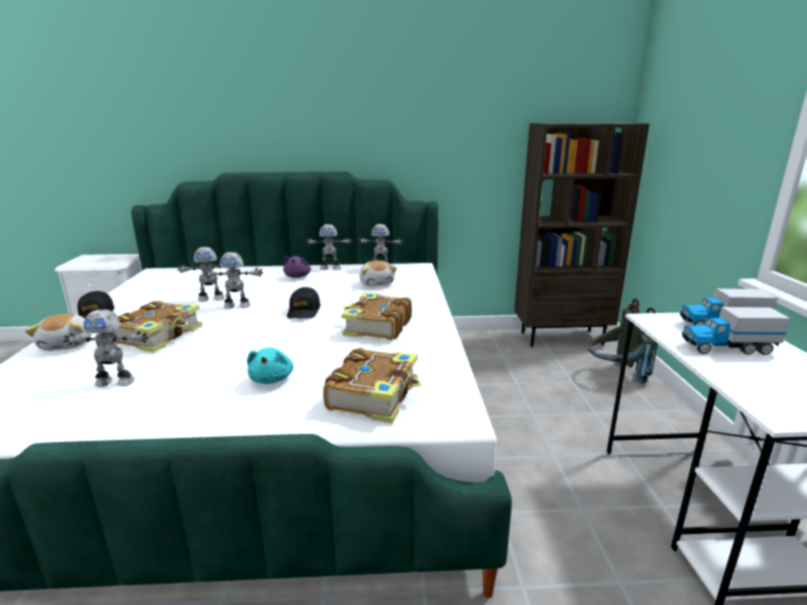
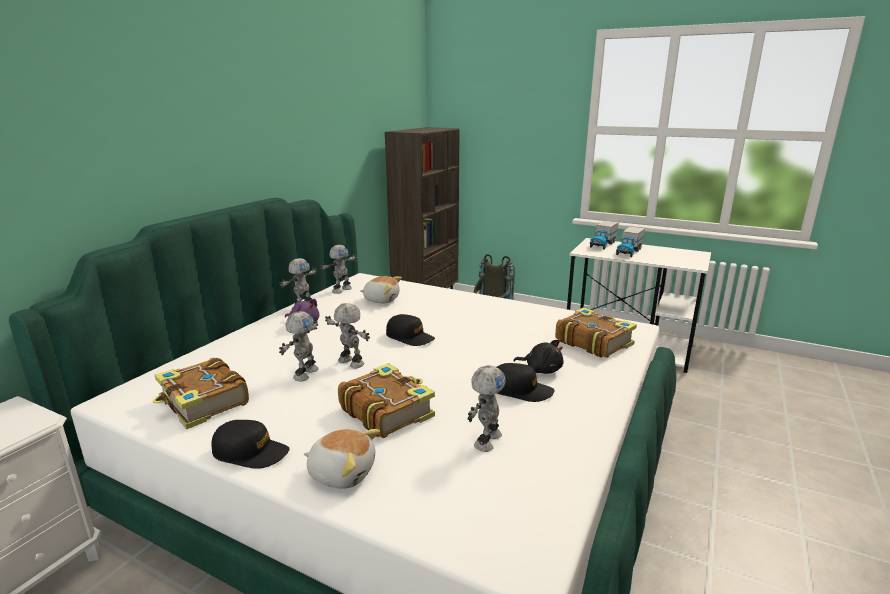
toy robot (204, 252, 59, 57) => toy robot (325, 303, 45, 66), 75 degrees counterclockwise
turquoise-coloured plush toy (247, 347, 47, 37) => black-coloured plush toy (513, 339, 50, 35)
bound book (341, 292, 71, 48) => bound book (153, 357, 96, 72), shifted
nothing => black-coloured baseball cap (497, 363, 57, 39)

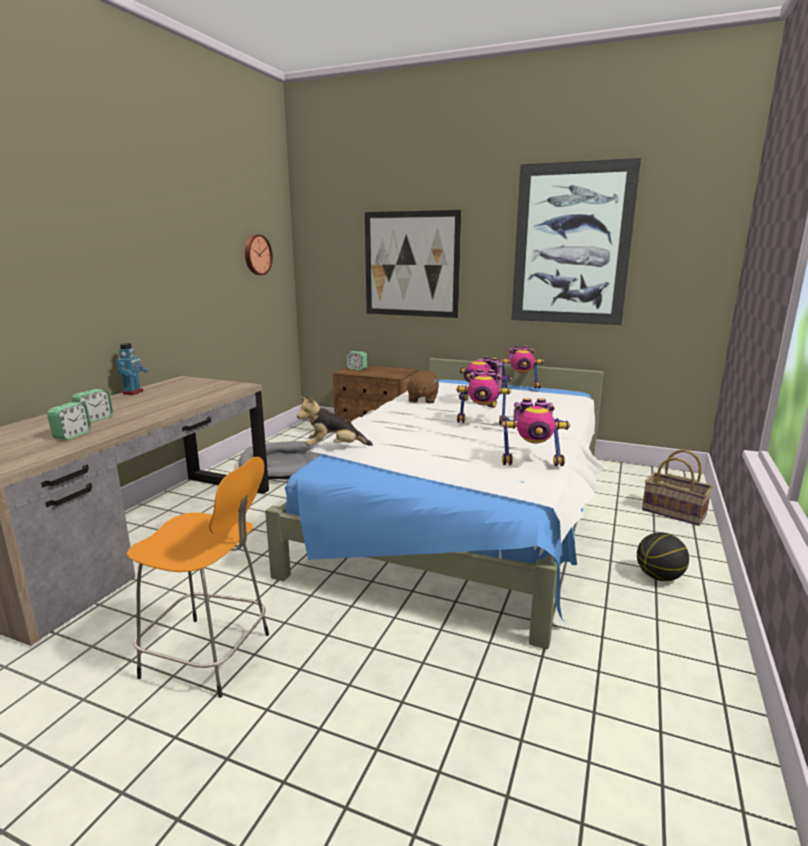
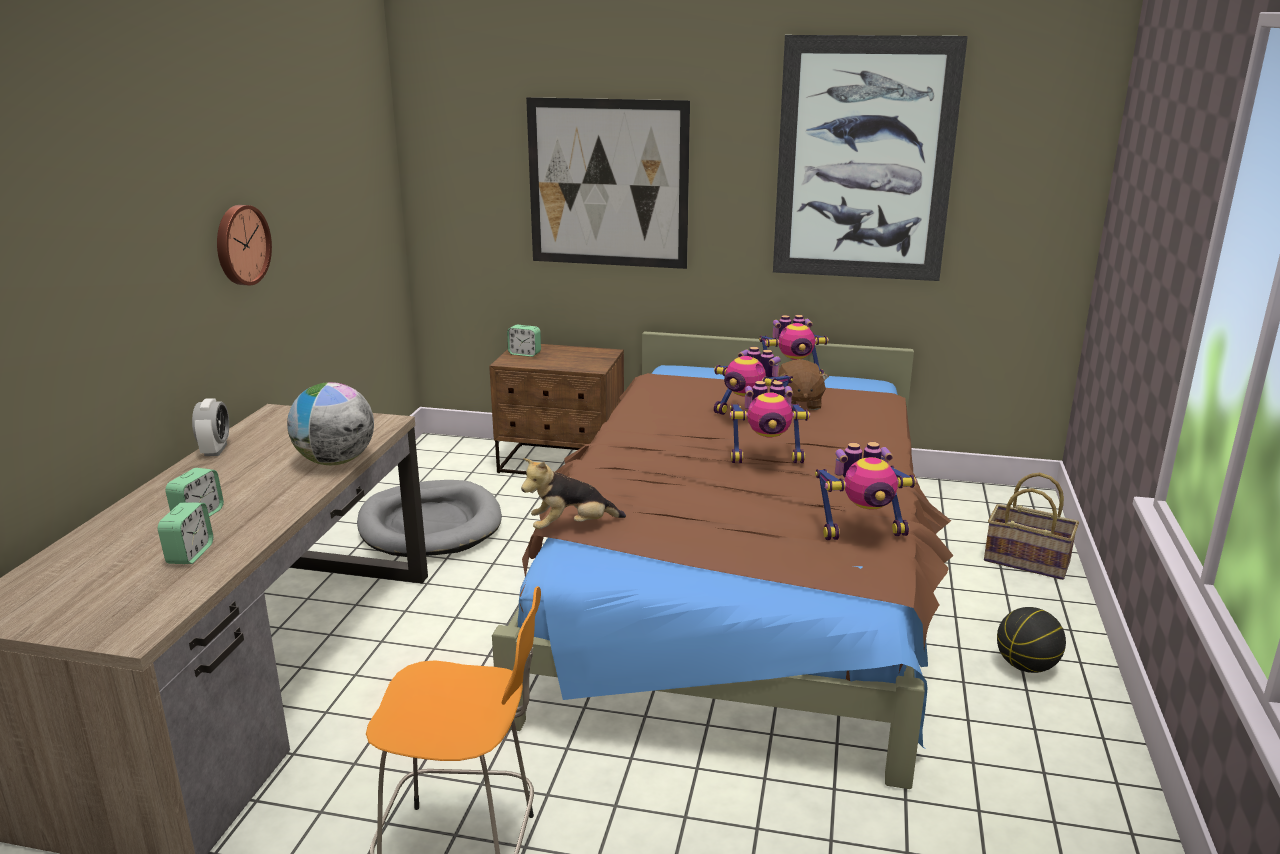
toy robot (116, 343, 32, 52) => alarm clock (192, 398, 37, 58)
wall clock (245, 234, 28, 41) => wall clock (217, 205, 55, 80), shifted
whitish sleeping bed (265, 358, 342, 291) => brown-coloured sleeping bed (492, 331, 462, 458)
brown-coloured plush toy (405, 370, 34, 33) => brown-coloured plush toy (778, 359, 51, 51), shifted
nothing => globe (287, 382, 87, 83)

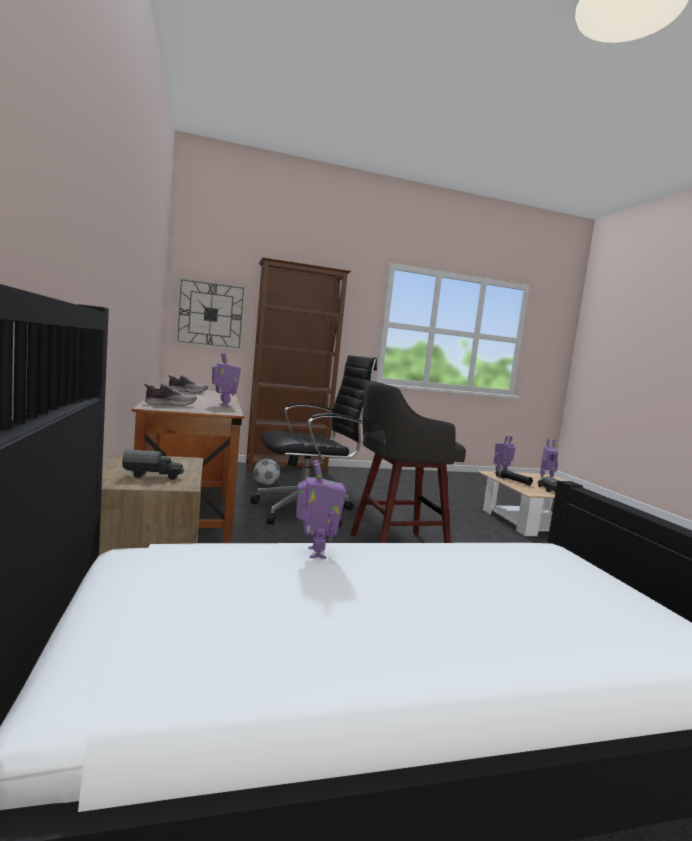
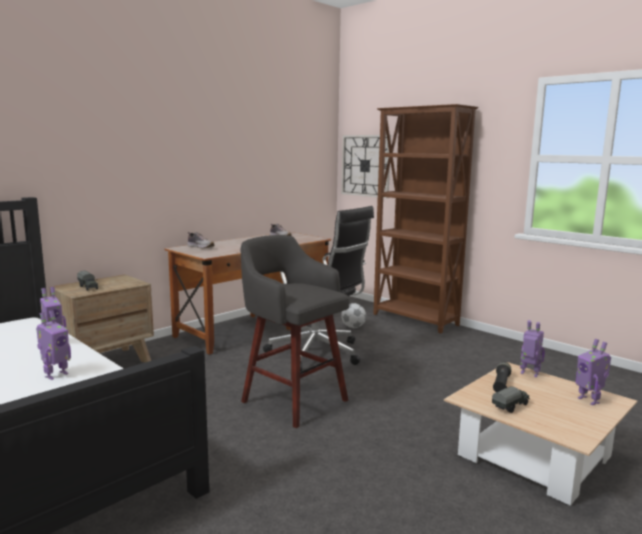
toy robot (212, 353, 29, 54) => toy robot (36, 310, 35, 70), shifted

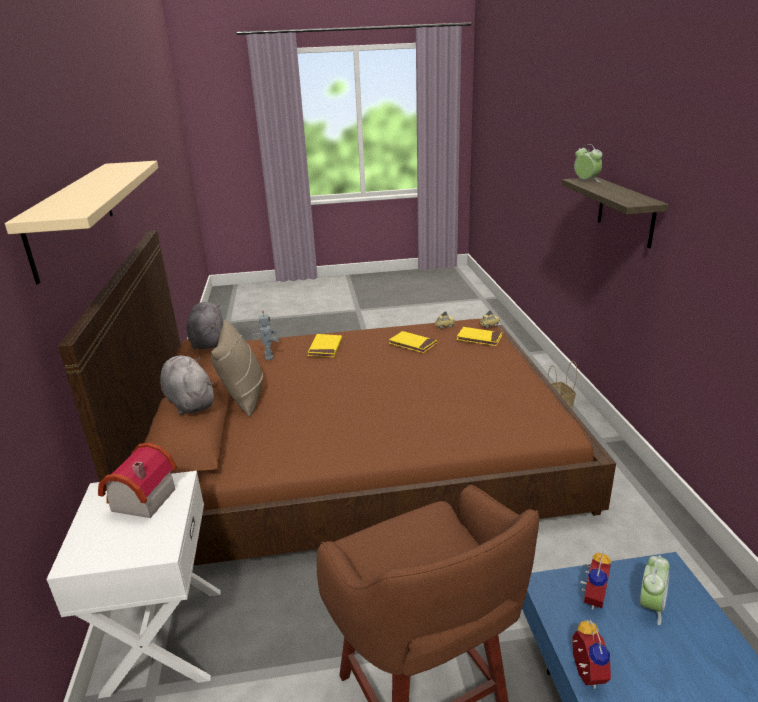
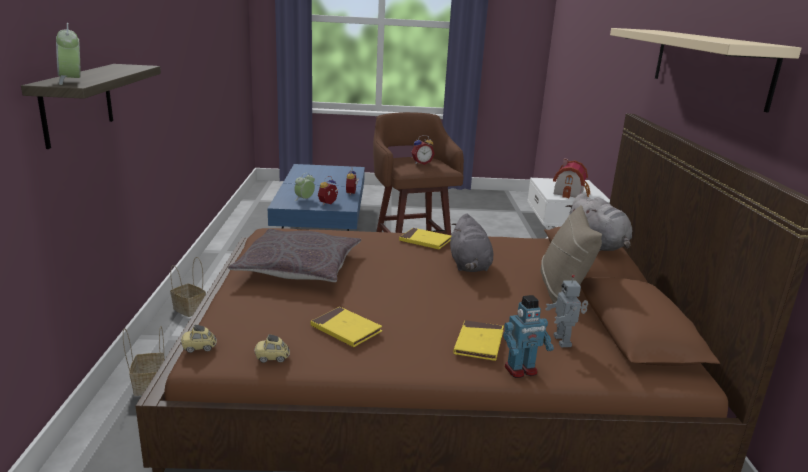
gray plush toy (187, 302, 36, 47) => gray plush toy (450, 214, 43, 58), shifted
yellow bound book (456, 327, 46, 19) => yellow bound book (399, 228, 52, 21), shifted
nothing => basket (170, 257, 36, 60)
nothing => gray cushion (228, 229, 133, 53)
nothing => alarm clock (411, 135, 24, 30)
nothing => toy robot (503, 295, 51, 83)

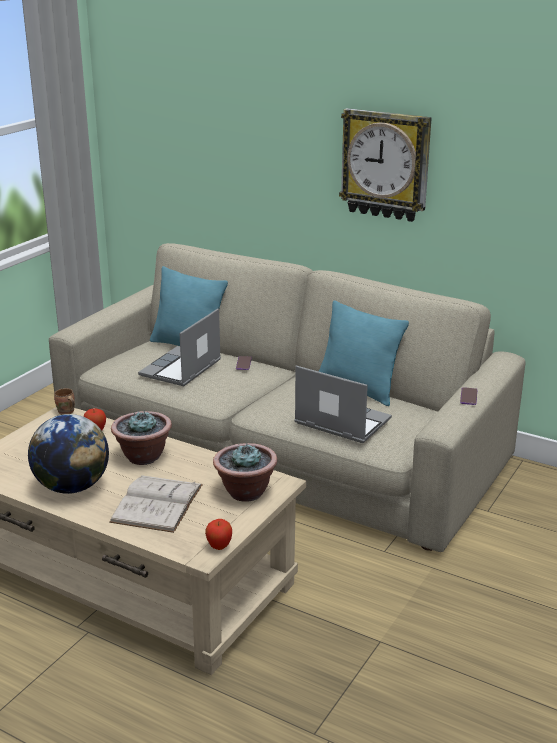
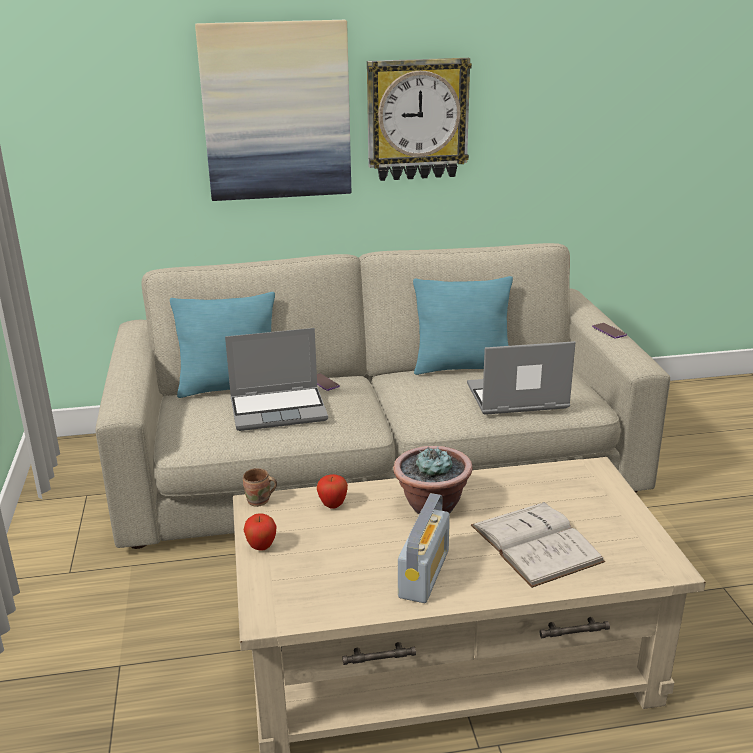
globe (28, 414, 81, 80) => radio set (398, 493, 52, 110)
notebook computer (138, 308, 83, 78) => notebook computer (225, 328, 103, 103), 90 degrees counterclockwise
apple fruit (205, 519, 27, 31) => apple fruit (244, 513, 33, 37), shifted
potted plant (213, 443, 64, 59) => nothing
nothing => picture (195, 20, 156, 181)

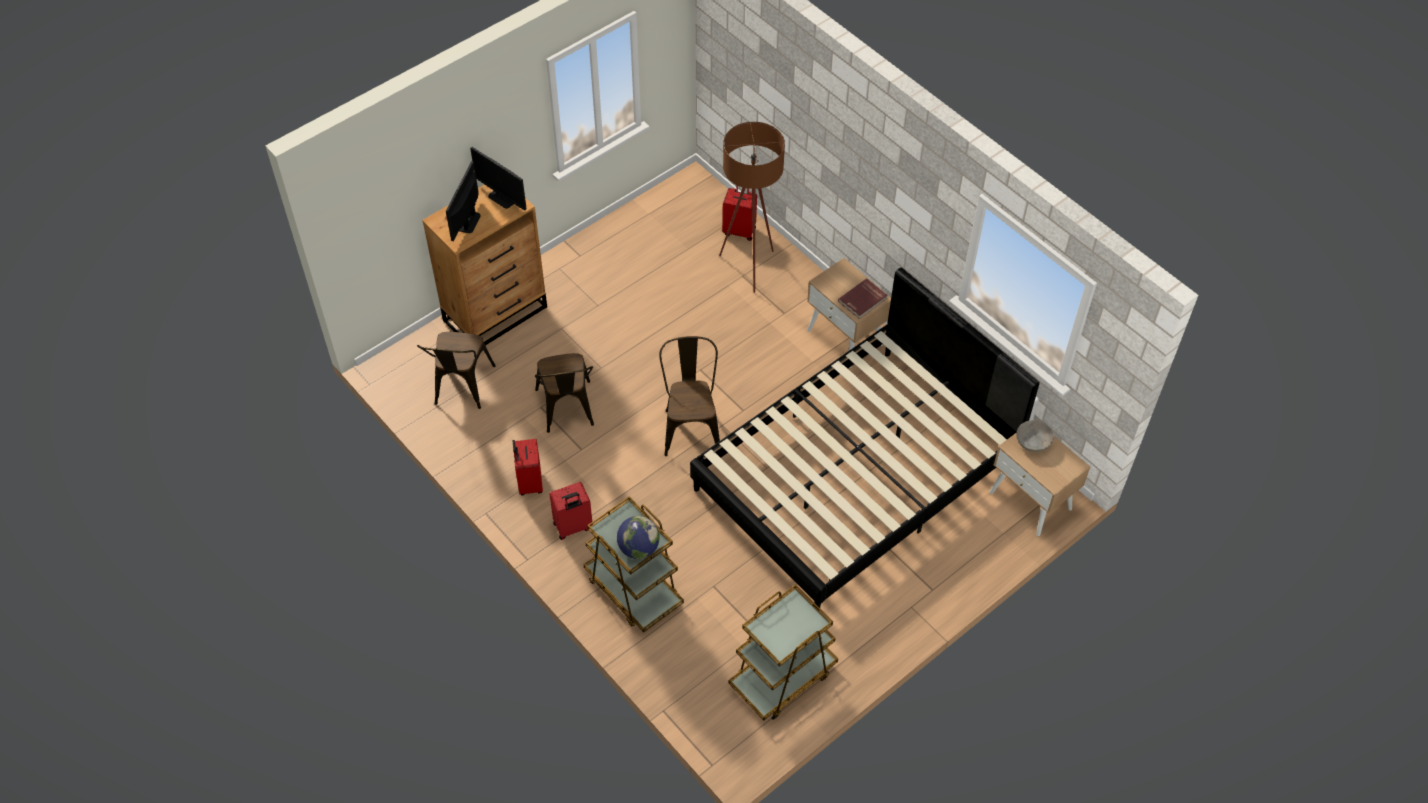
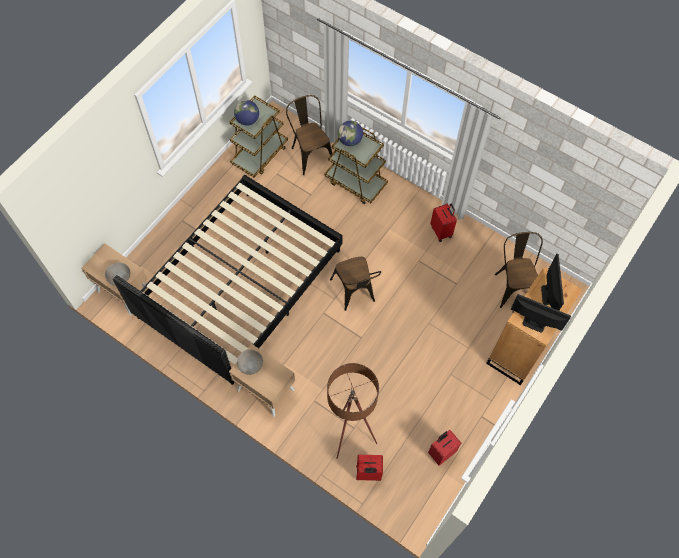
brown-coloured chair (535, 353, 59, 80) => brown-coloured chair (286, 95, 46, 80), shifted
red-coloured piece of luggage (549, 482, 44, 58) => red-coloured piece of luggage (428, 430, 33, 36), shifted
red-coloured bound book (838, 278, 50, 41) => gray deep dish (237, 350, 26, 25)
nothing => globe (234, 100, 25, 26)

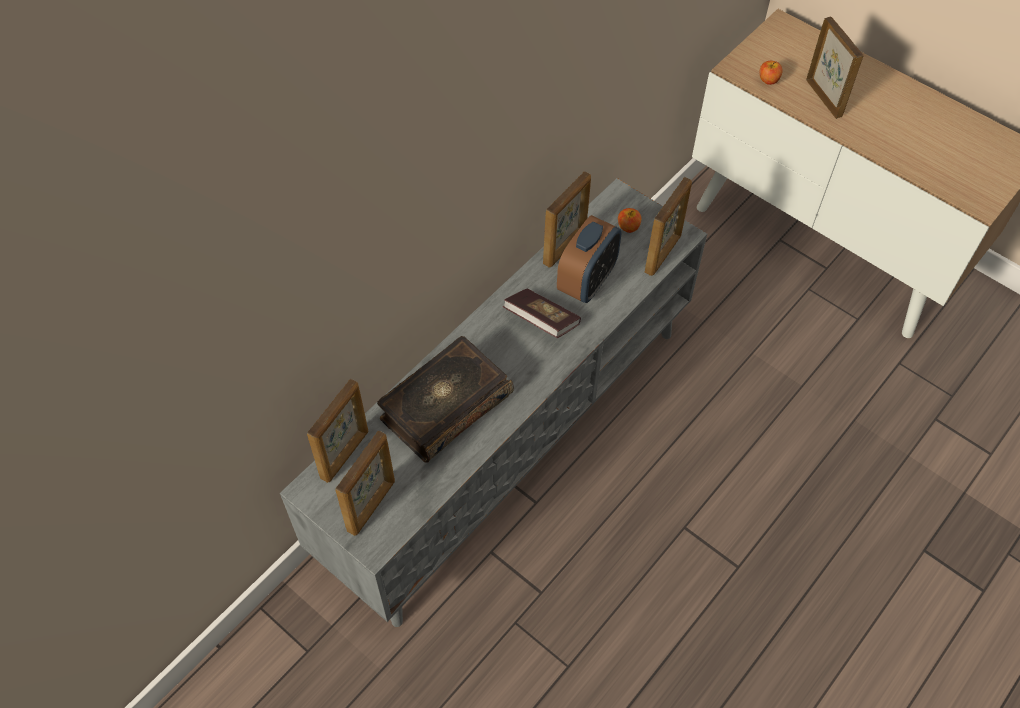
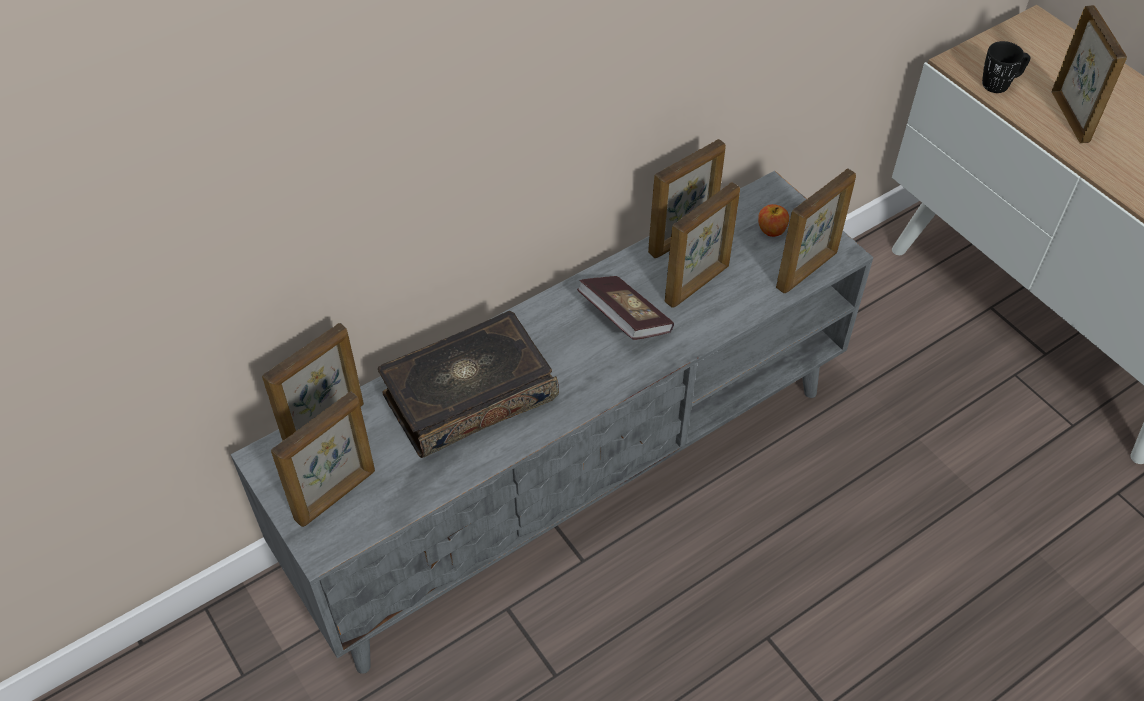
alarm clock (557, 215, 65, 88) => picture frame (665, 182, 75, 126)
apple fruit (760, 61, 23, 24) => black-coloured mug (982, 41, 48, 52)

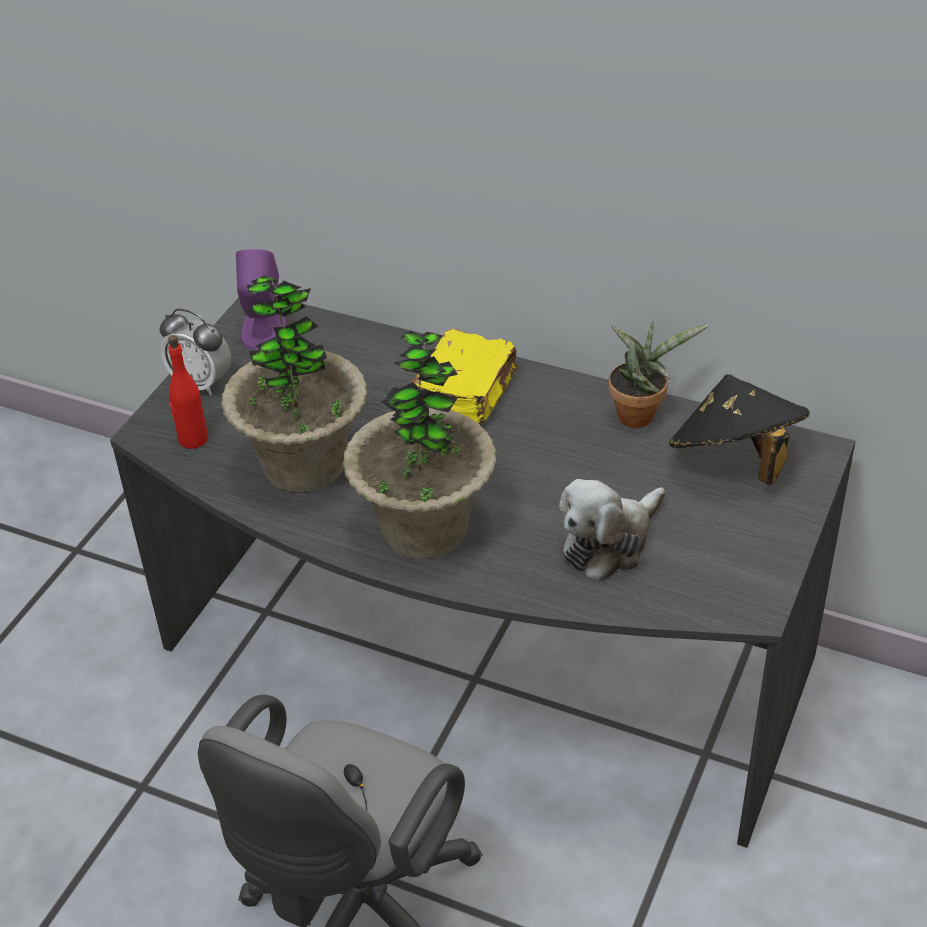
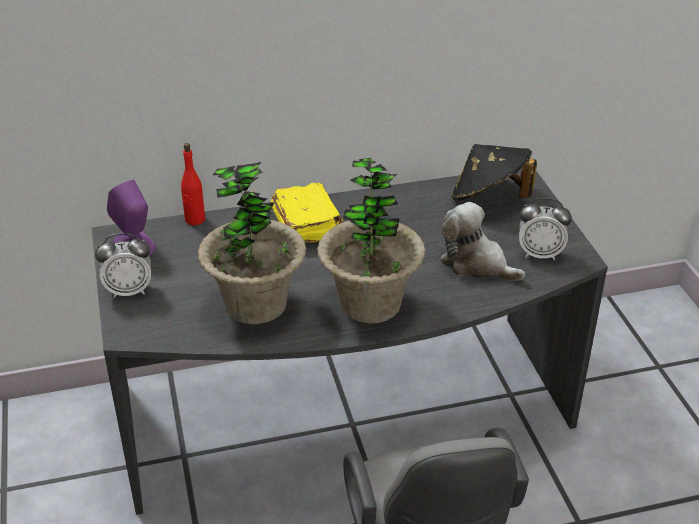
red-coloured drink bottle (168, 335, 40, 114) => red-coloured drink bottle (181, 143, 24, 82), shifted
plush toy (559, 479, 106, 103) => plush toy (440, 202, 85, 79), 120 degrees clockwise
potted plant (608, 321, 101, 107) => nothing
nothing => alarm clock (519, 198, 53, 62)

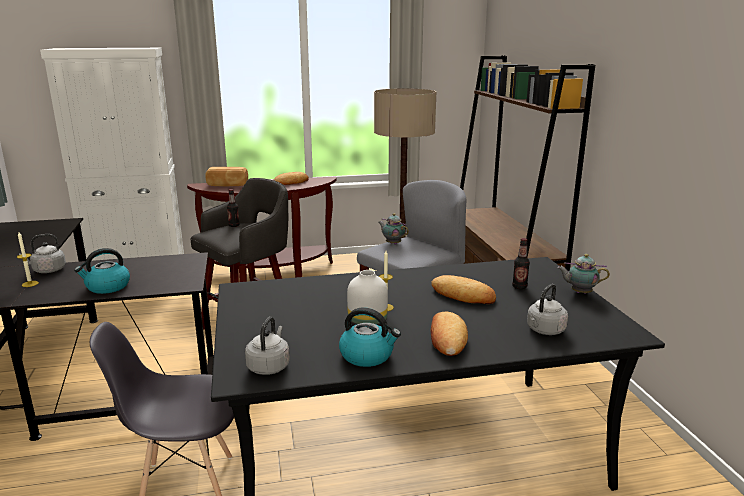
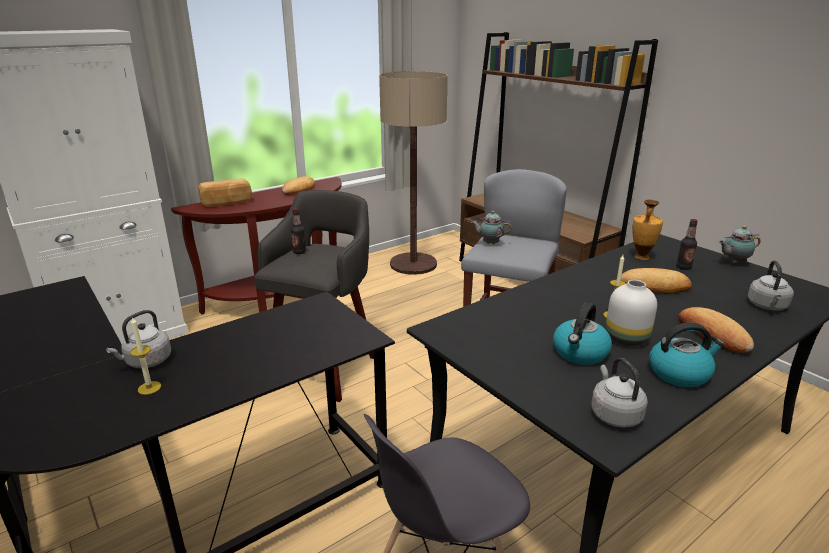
kettle (74, 248, 56, 46) => kettle (553, 302, 59, 63), shifted
nothing => decorative vase (632, 200, 31, 60)

